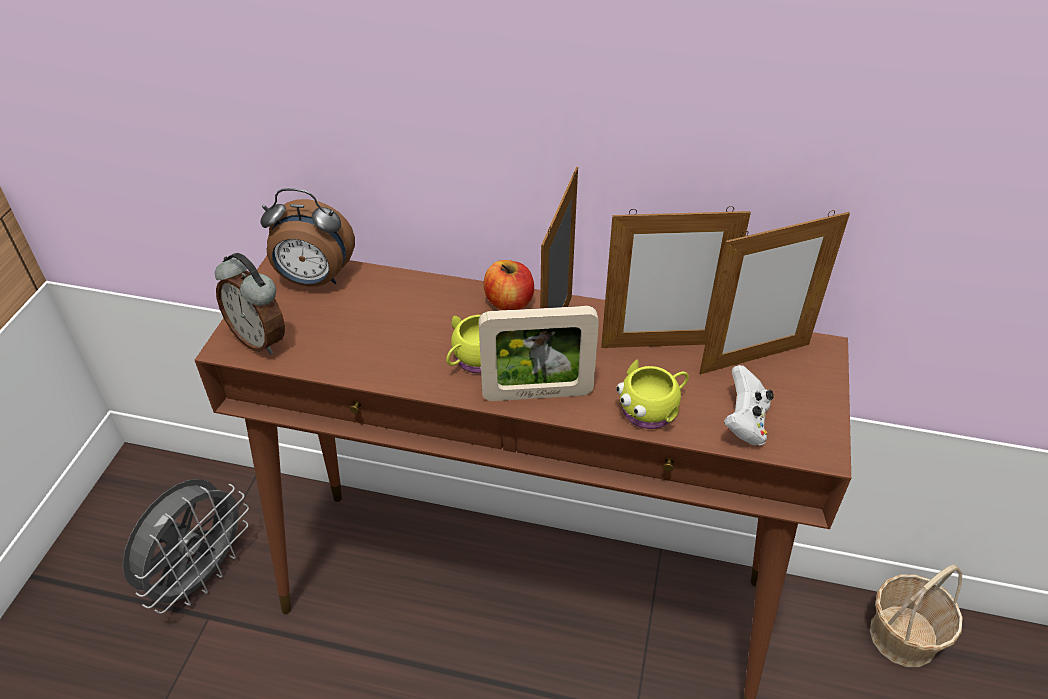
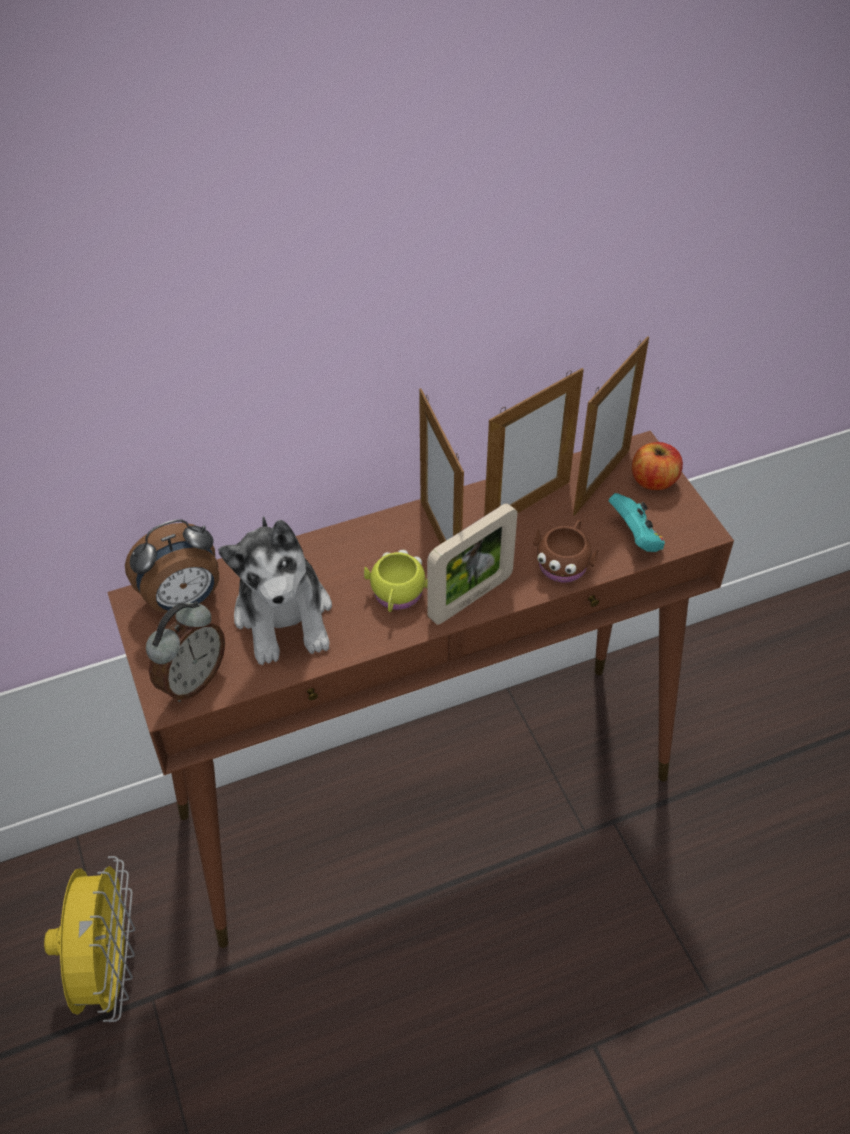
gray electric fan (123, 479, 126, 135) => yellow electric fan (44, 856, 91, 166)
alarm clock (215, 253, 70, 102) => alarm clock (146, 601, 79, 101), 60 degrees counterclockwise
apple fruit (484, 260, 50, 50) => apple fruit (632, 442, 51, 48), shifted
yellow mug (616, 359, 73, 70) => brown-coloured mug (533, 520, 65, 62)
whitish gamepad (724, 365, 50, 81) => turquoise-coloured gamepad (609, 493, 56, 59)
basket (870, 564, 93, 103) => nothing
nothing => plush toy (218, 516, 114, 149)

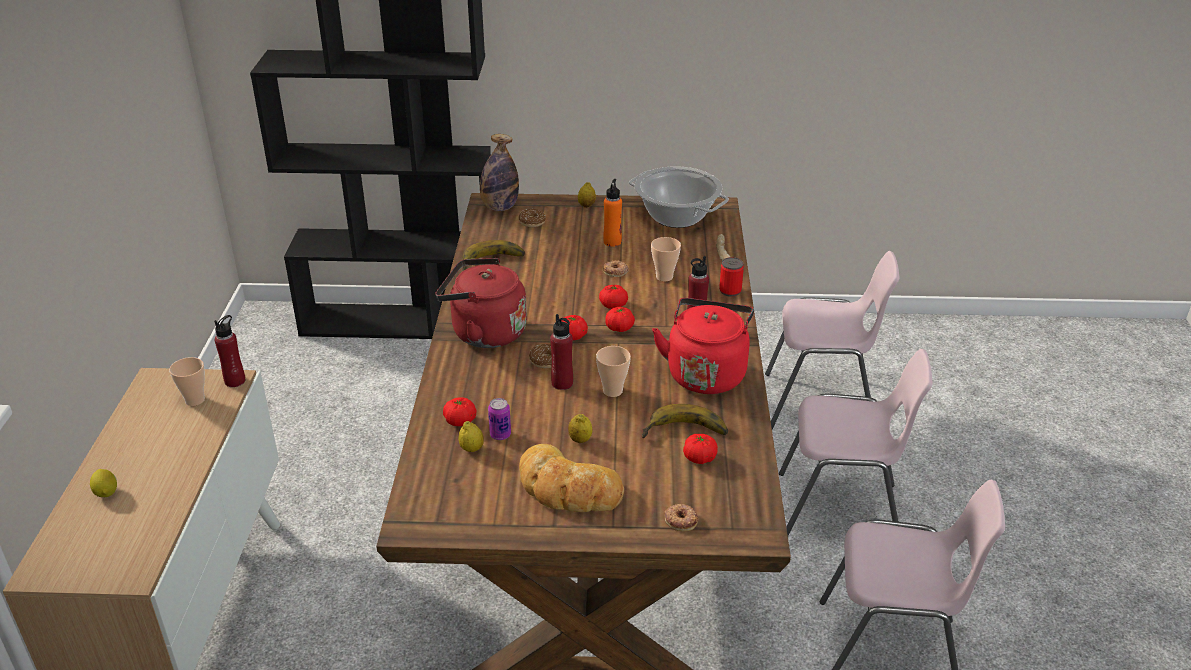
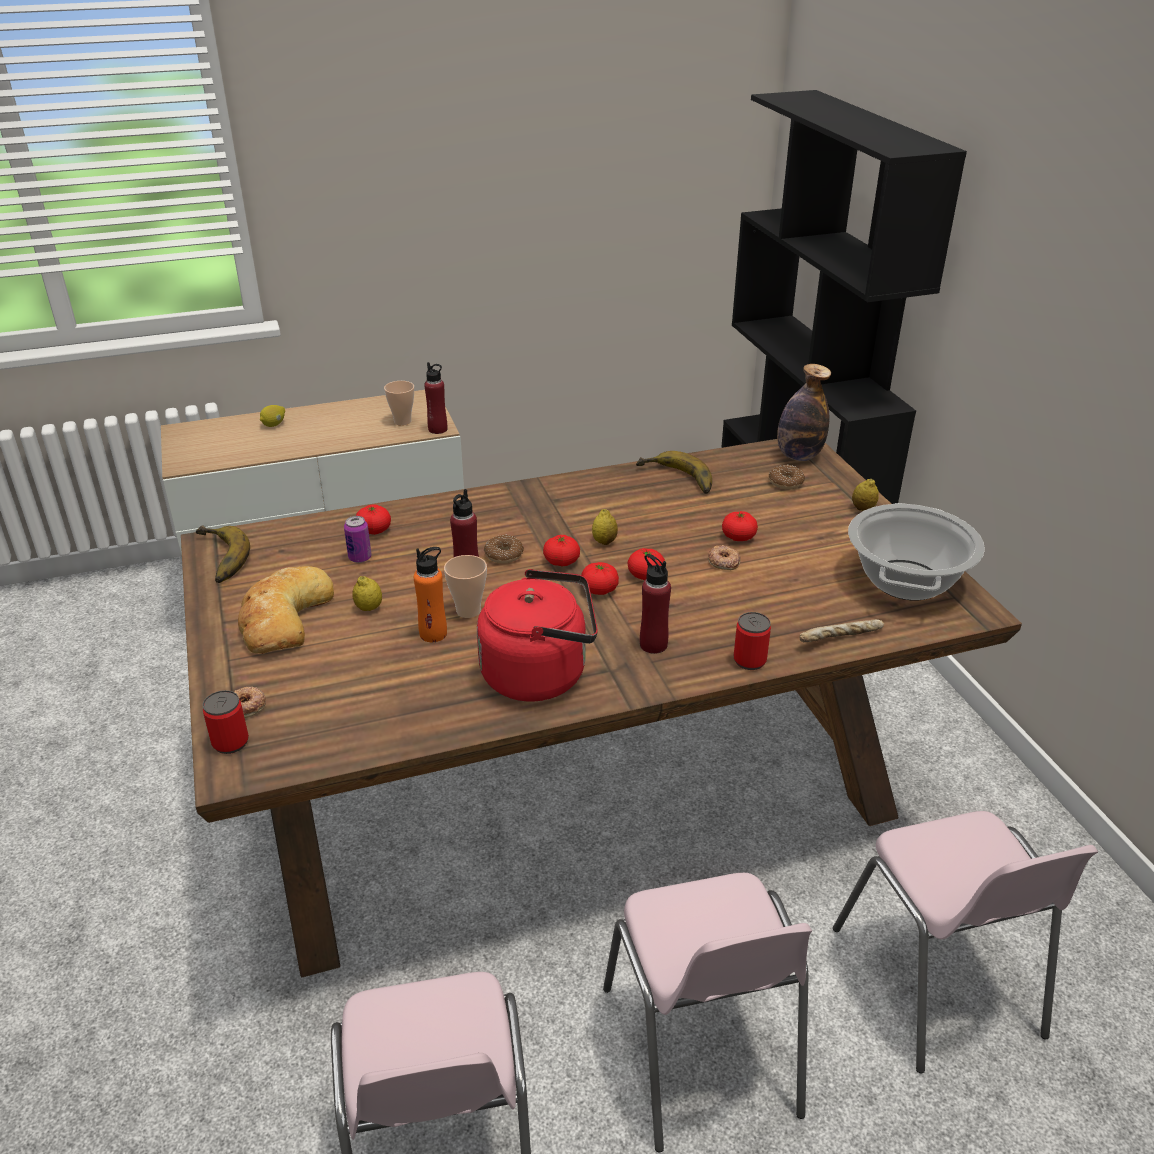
red-coloured kettle (435, 258, 92, 90) => nothing
citrus fruit (459, 421, 25, 31) => citrus fruit (592, 509, 26, 36), shifted
orange drink bottle (603, 179, 19, 68) => orange drink bottle (414, 547, 33, 95), shifted
whole banana (642, 404, 86, 34) => whole banana (196, 526, 54, 57), shifted
drinking cup (651, 237, 30, 45) => nothing
fresh tomato (683, 434, 35, 30) => fresh tomato (722, 511, 36, 30), shifted
nothing => can (203, 690, 46, 64)

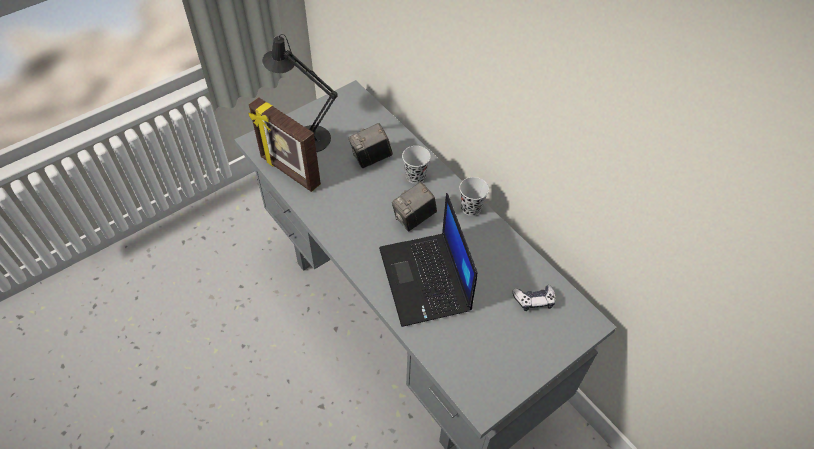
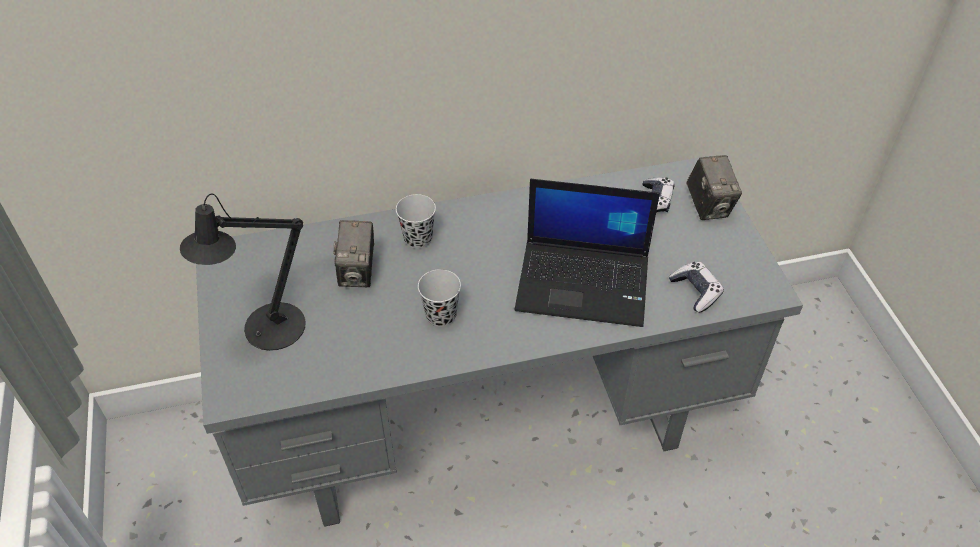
picture frame (248, 97, 73, 95) => nothing
photo camera (392, 182, 45, 49) => photo camera (686, 155, 56, 65), shifted
black-coloured drinking cup (460, 177, 29, 39) => black-coloured drinking cup (418, 269, 43, 58), shifted
nothing => gamepad (669, 262, 55, 51)

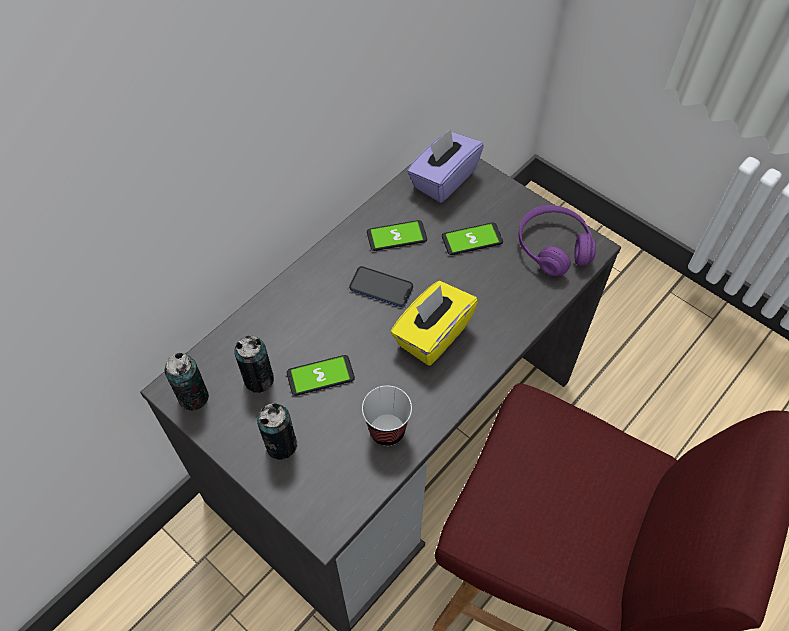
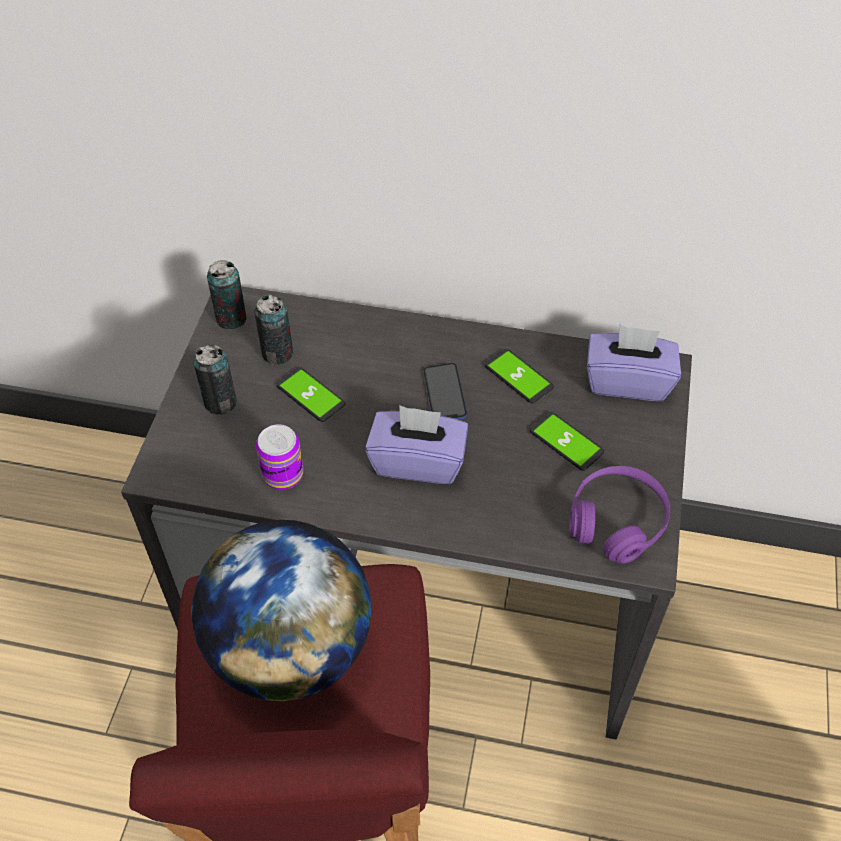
drinking cup (362, 386, 50, 60) => can (256, 424, 47, 66)
yellow tissue box (391, 281, 87, 85) => purple tissue box (365, 405, 103, 79)
nothing => globe (192, 520, 180, 181)

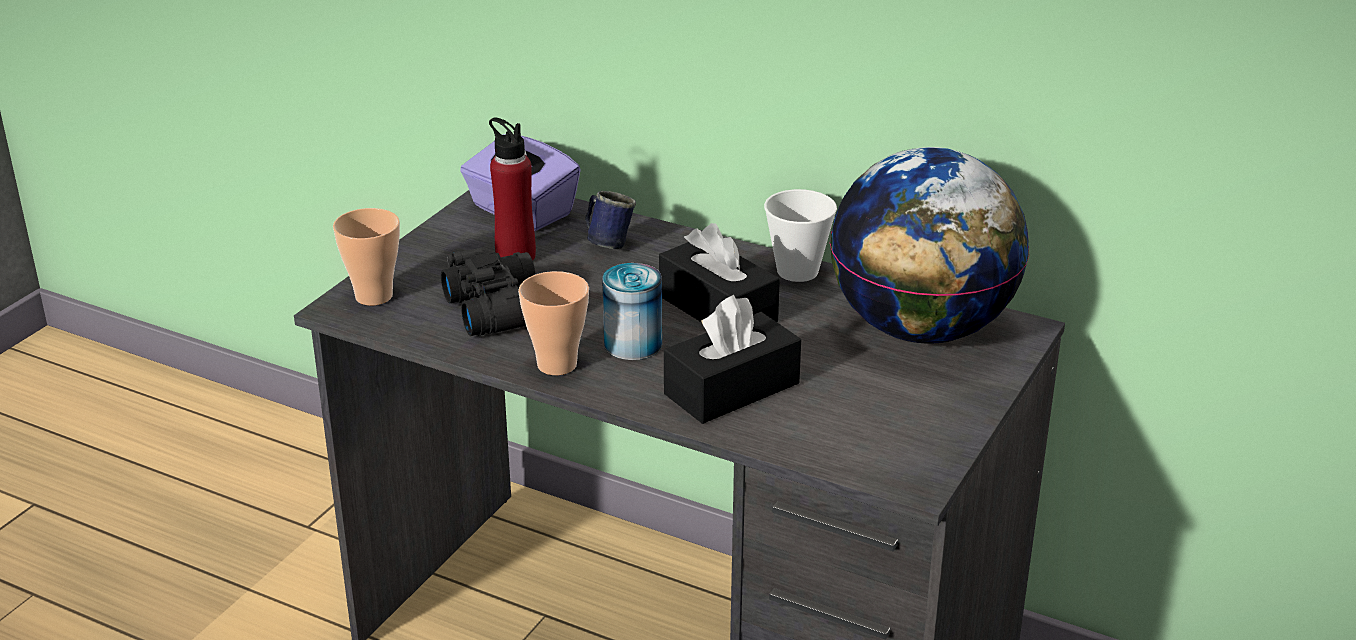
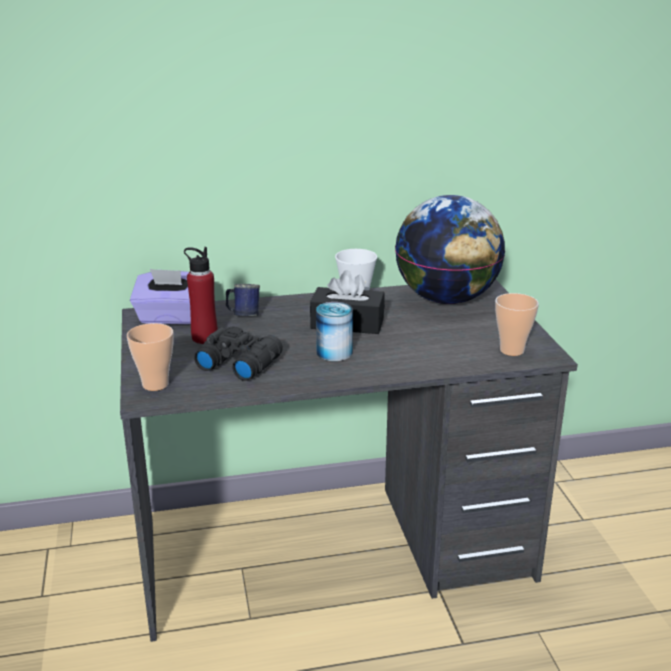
drinking cup (518, 271, 71, 104) => drinking cup (495, 293, 44, 63), shifted
black-coloured tissue box (664, 295, 137, 129) => nothing

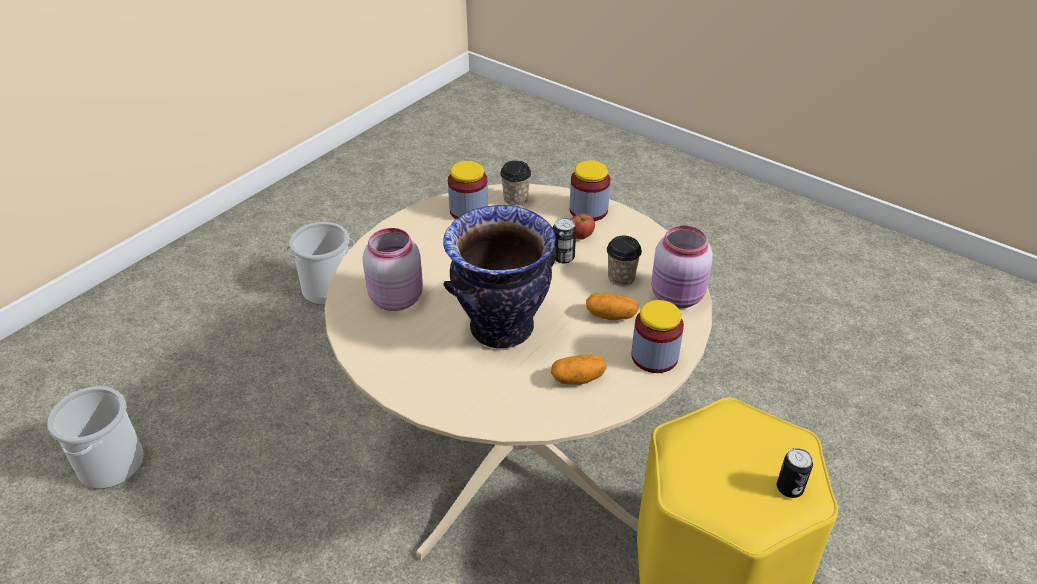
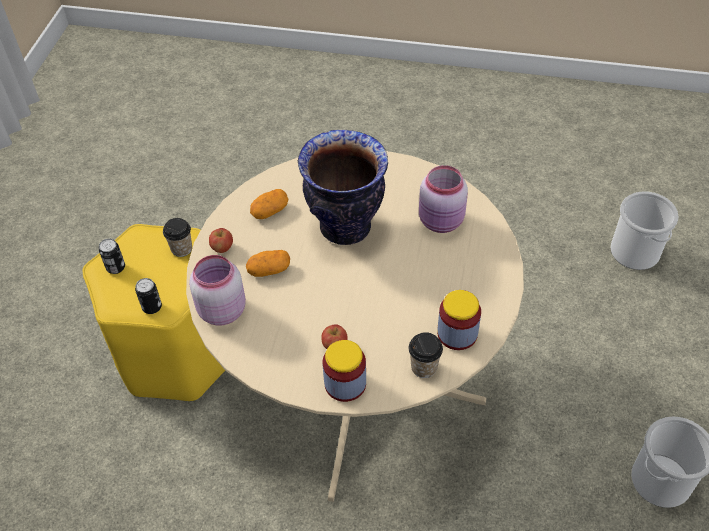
can (553, 217, 23, 46) => can (135, 278, 27, 36), shifted
drinking cup (607, 236, 35, 51) => drinking cup (163, 218, 29, 39), shifted
jar (631, 300, 53, 73) => apple fruit (209, 228, 24, 25)

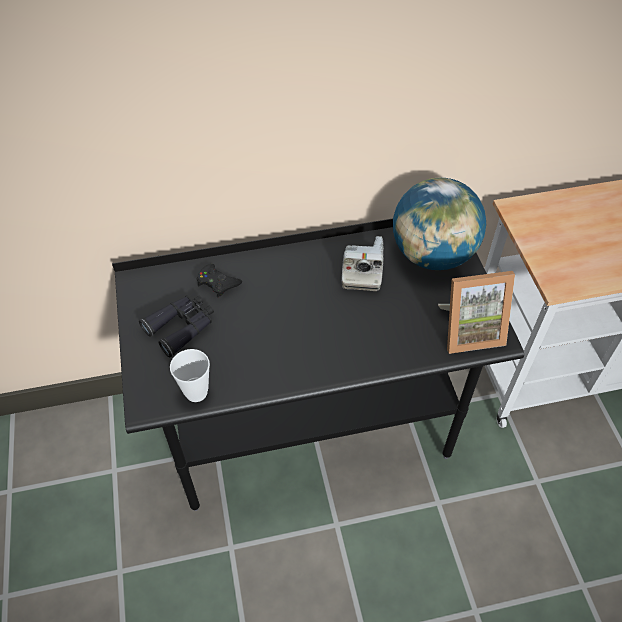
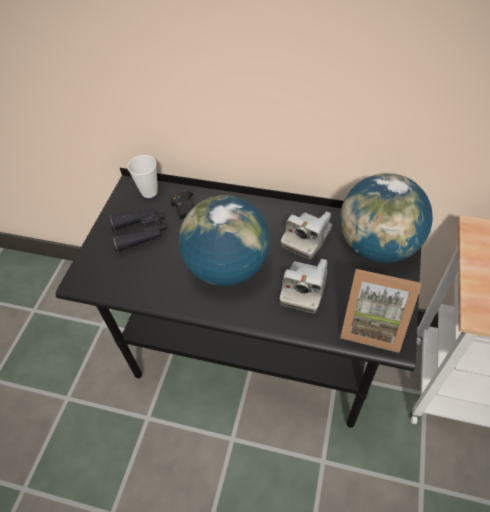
drinking cup (170, 349, 40, 53) => drinking cup (127, 155, 31, 43), shifted
nothing => globe (179, 195, 91, 91)
nothing => photo camera (279, 259, 49, 54)

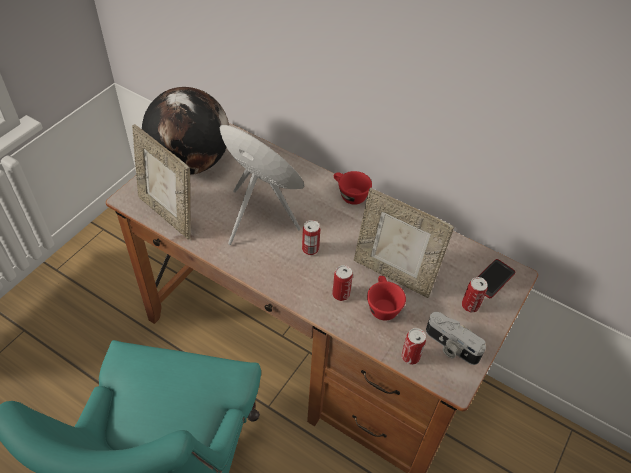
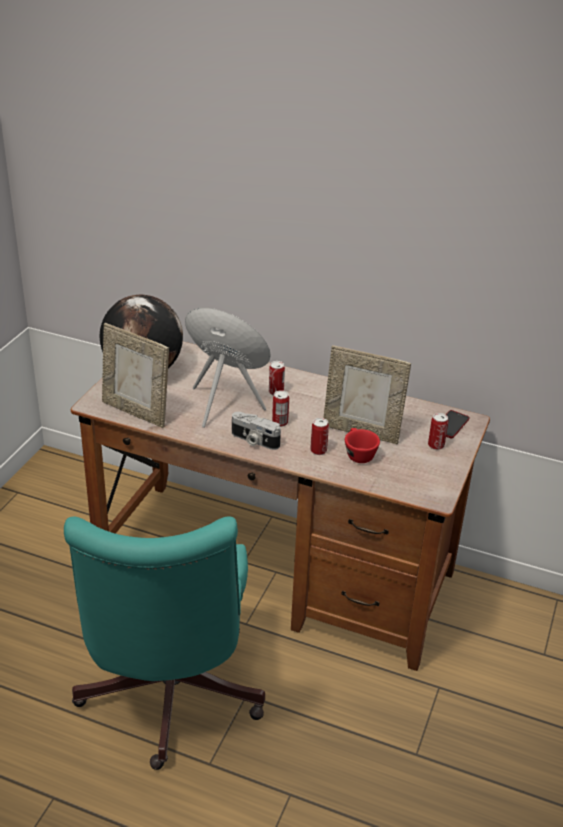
red-coloured drinking cup (334, 171, 38, 34) => nothing
can (401, 328, 25, 37) => can (269, 361, 16, 35), shifted
photo camera (426, 312, 60, 53) => photo camera (232, 412, 49, 38), shifted

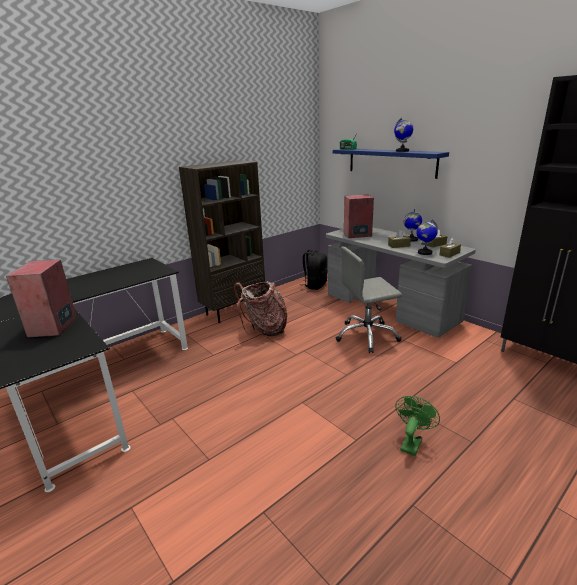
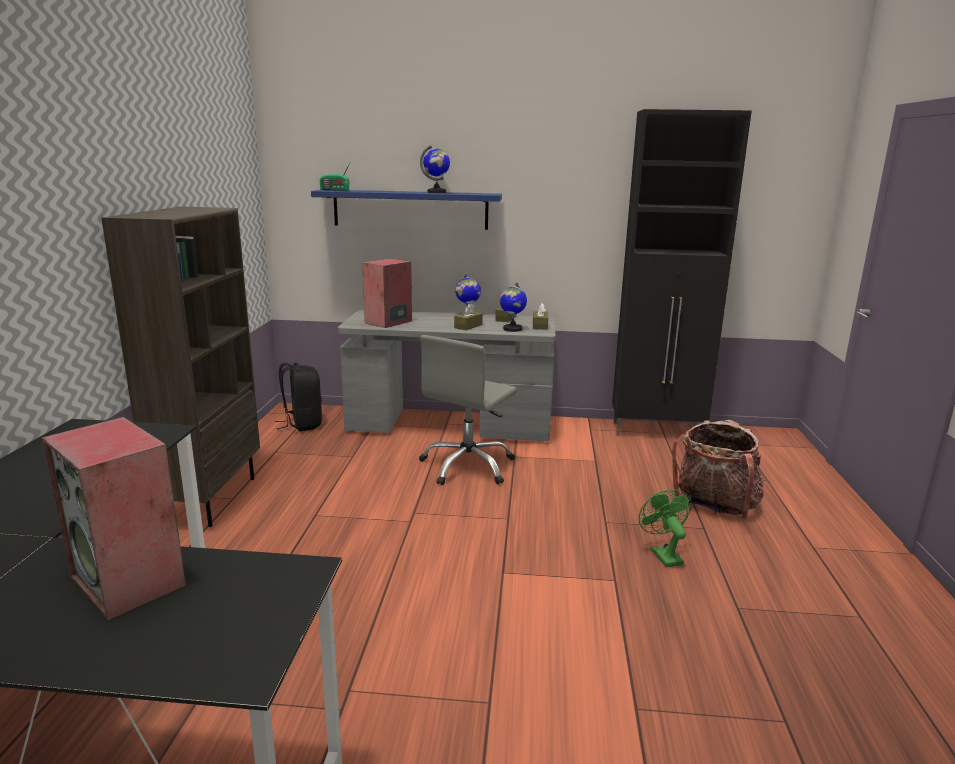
knapsack (234, 281, 53, 55) => knapsack (672, 420, 92, 100), shifted

